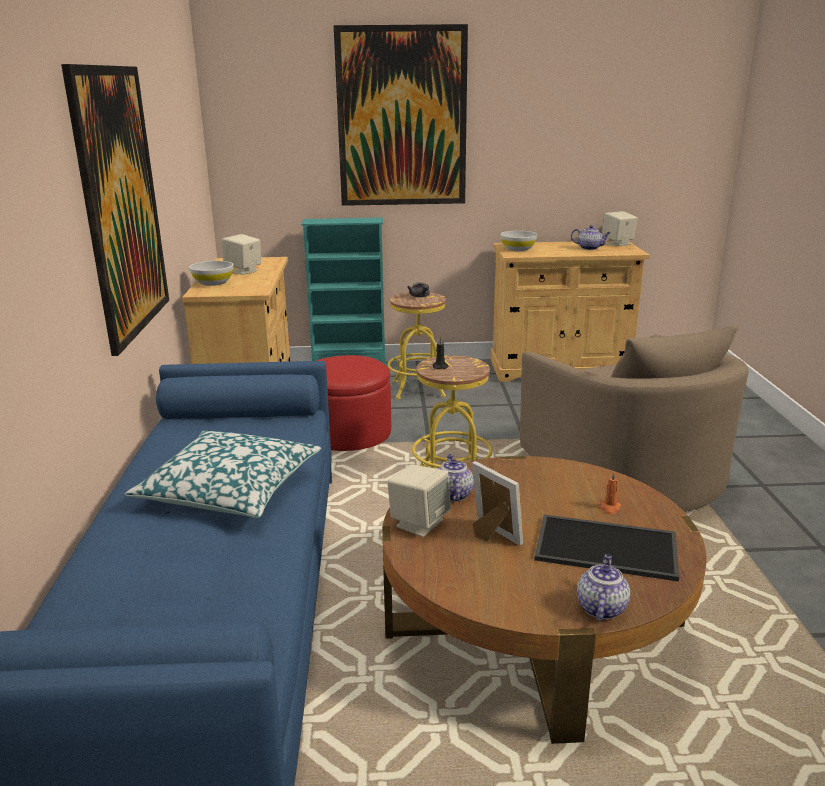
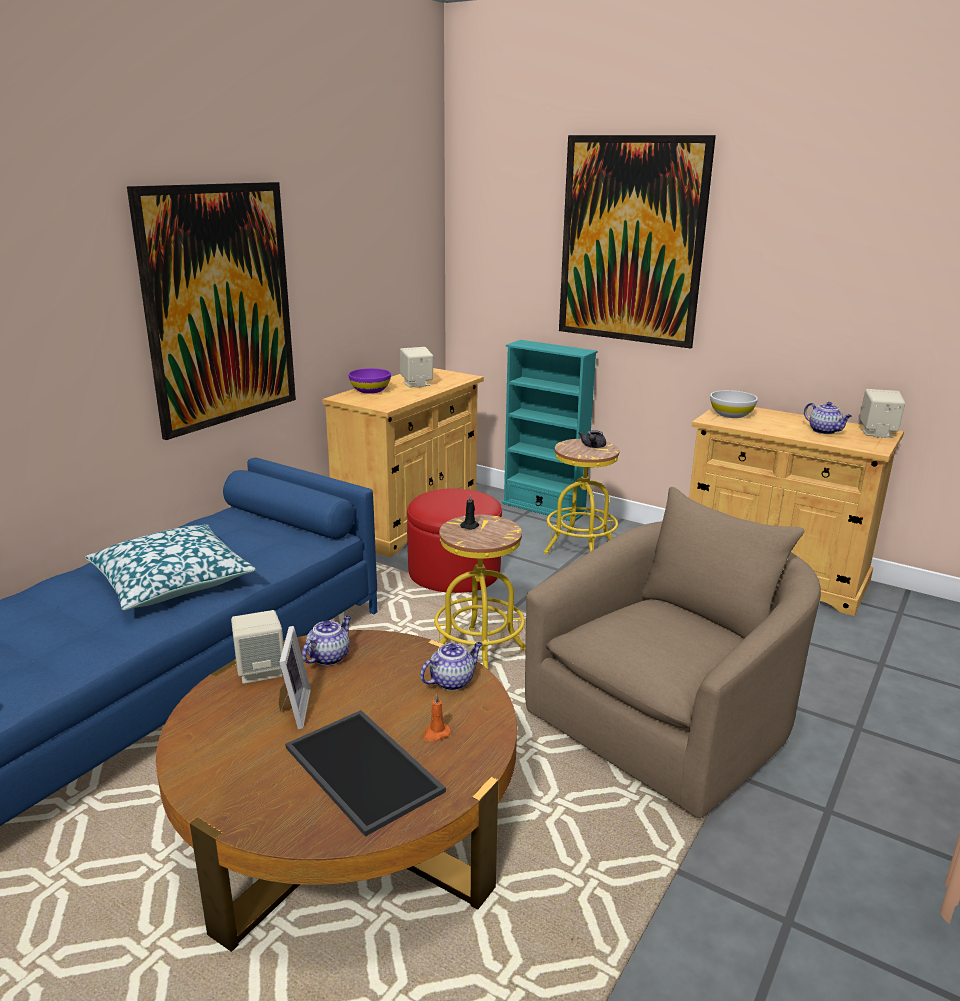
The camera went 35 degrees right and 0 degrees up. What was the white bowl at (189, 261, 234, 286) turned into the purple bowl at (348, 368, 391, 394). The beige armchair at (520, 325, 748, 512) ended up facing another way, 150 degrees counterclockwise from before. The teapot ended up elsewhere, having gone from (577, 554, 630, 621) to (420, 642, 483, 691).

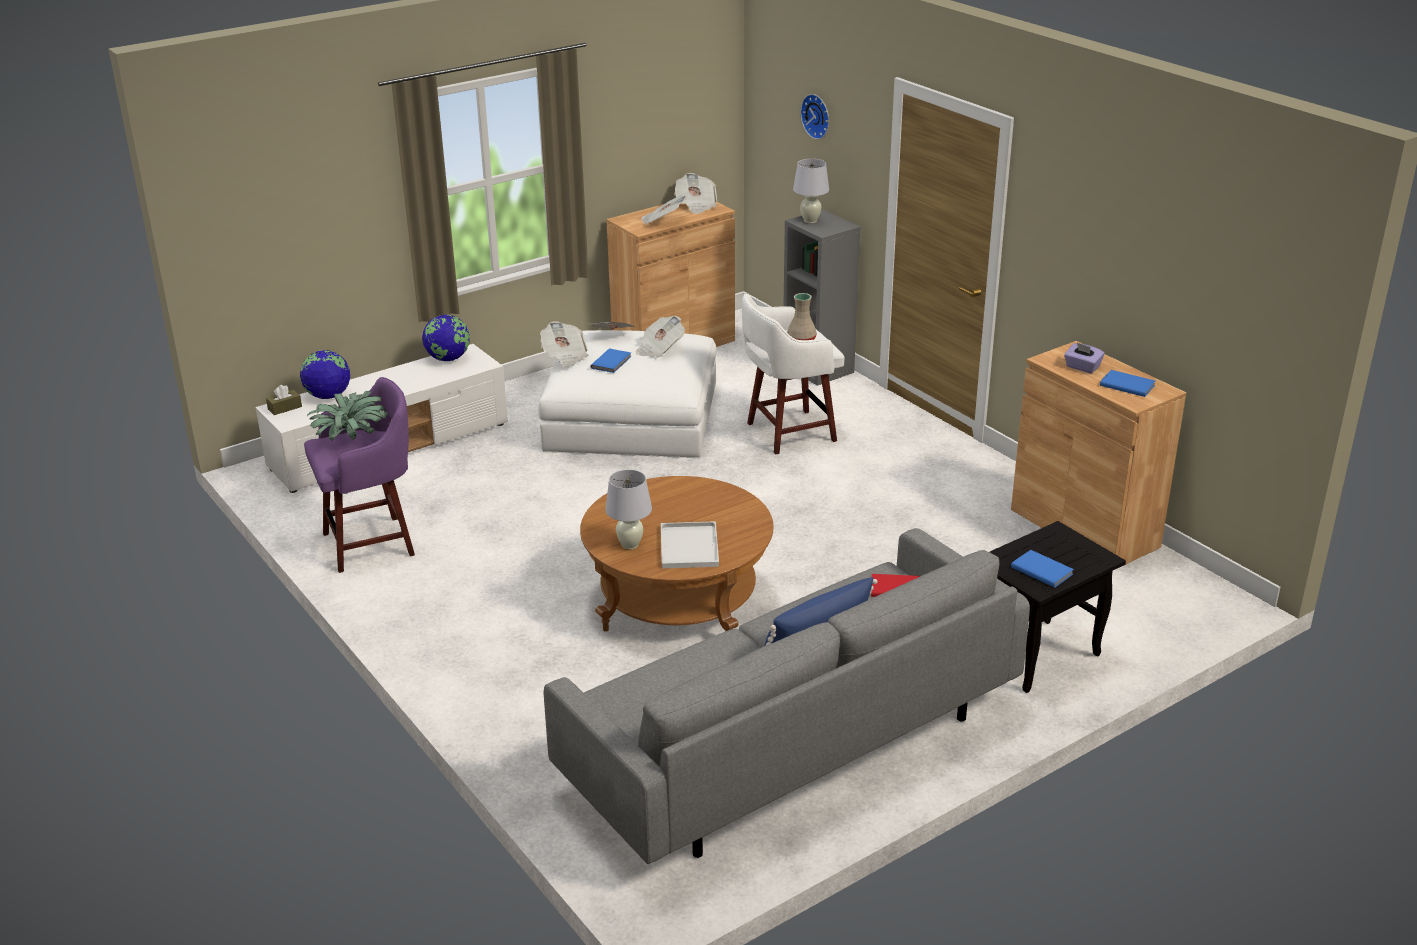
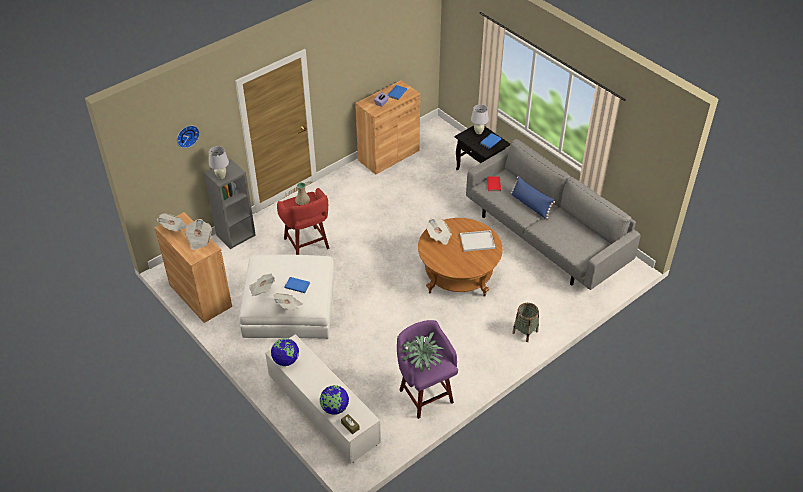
The camera went 95 degrees left and 15 degrees up. What was the white stool at (742, 294, 844, 454) turned into the red stool at (277, 188, 329, 255). The newspaper ended up elsewhere, having gone from (635, 316, 685, 358) to (427, 218, 452, 245). The white table lamp ended up elsewhere, having gone from (605, 470, 652, 549) to (471, 104, 489, 134). The second view gained the basket at (512, 303, 539, 342).

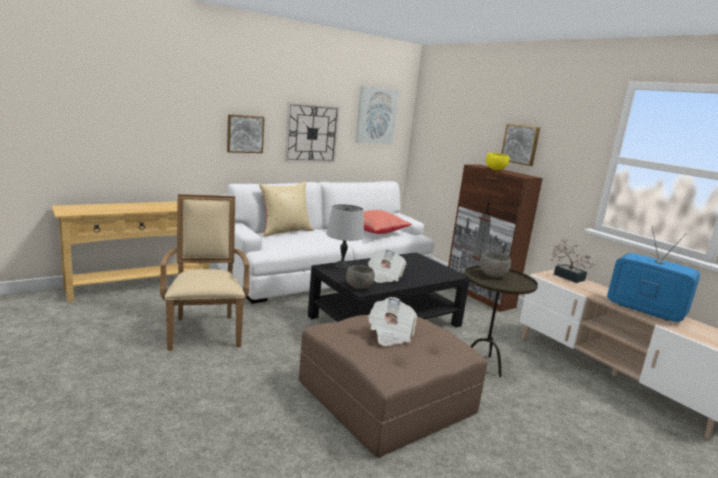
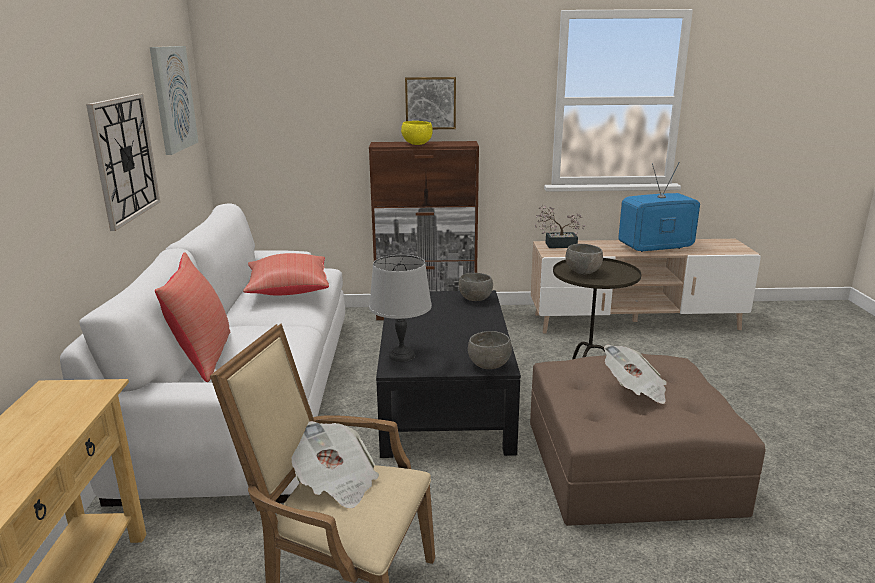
The camera went 55 degrees left and 5 degrees up. The second view lost the picture at (227, 114, 265, 153). What was the beige pillow at (259, 182, 314, 236) turned into the red pillow at (155, 252, 231, 382). The newspaper ended up elsewhere, having gone from (368, 249, 406, 283) to (291, 421, 379, 508). The second view gained the grey bowl at (459, 273, 493, 301).

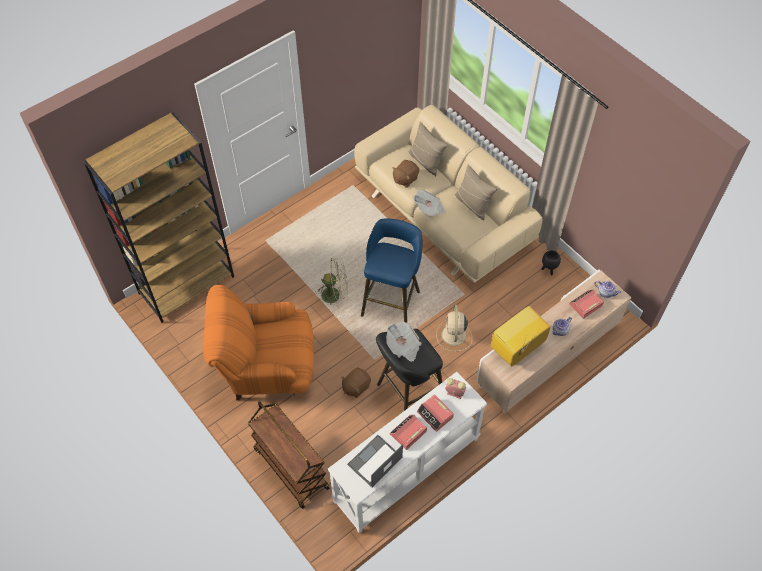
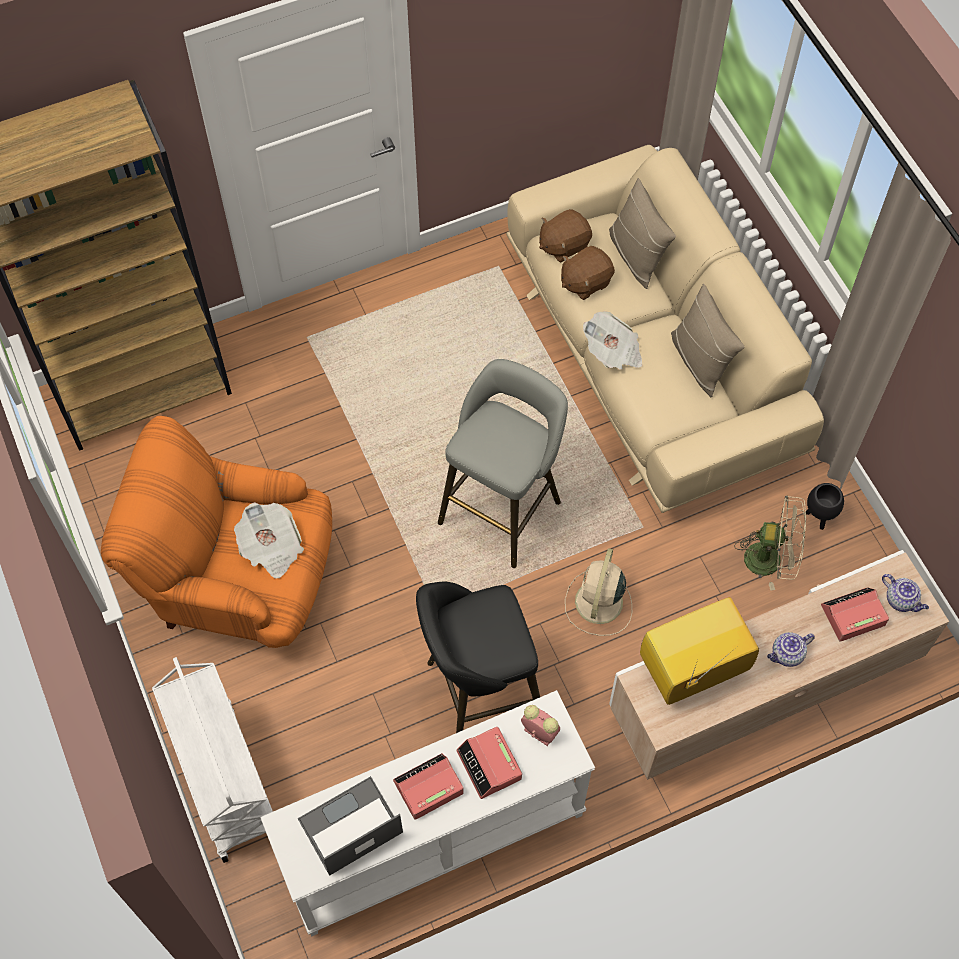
The camera went 15 degrees right and 5 degrees up. What was the blue stool at (361, 218, 422, 323) turned into the grey stool at (438, 359, 568, 568). The beige fan ended up elsewhere, having gone from (316, 258, 348, 309) to (734, 495, 806, 590). The newspaper ended up elsewhere, having gone from (386, 322, 422, 362) to (234, 502, 304, 579). The brown plush toy ended up elsewhere, having gone from (342, 368, 371, 398) to (539, 209, 592, 263). What was the brown cart at (248, 402, 330, 509) turned into the white cart at (152, 657, 273, 863).

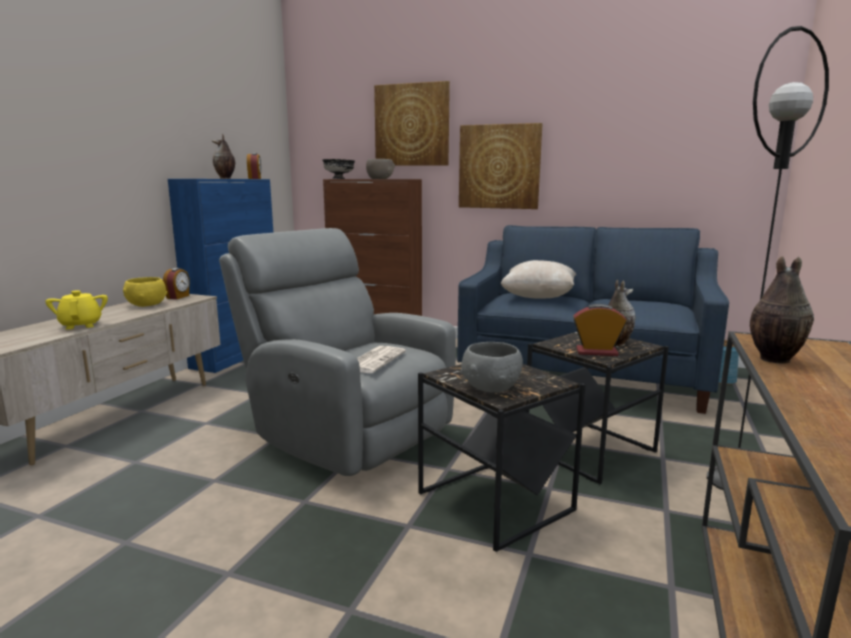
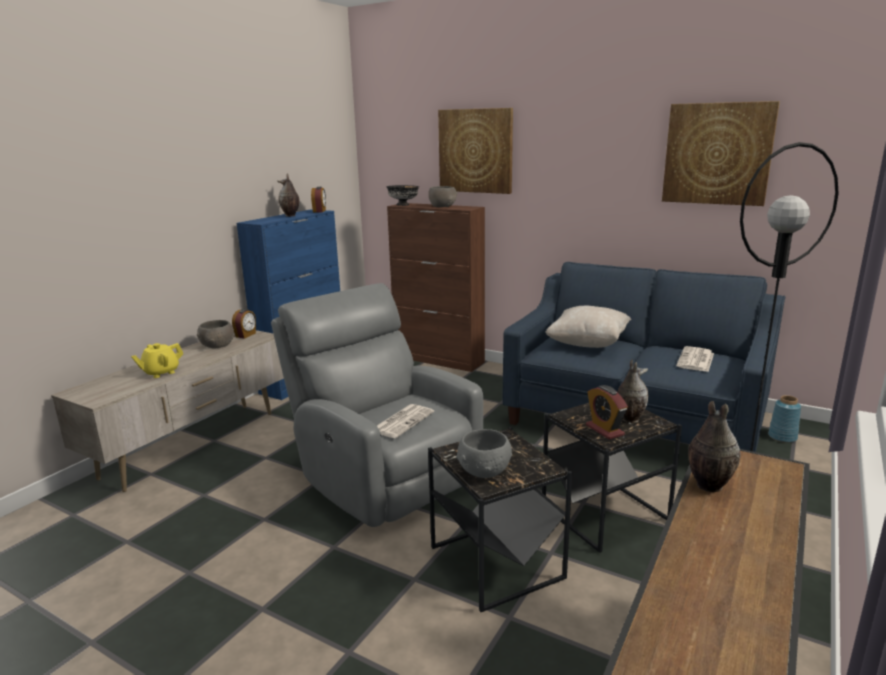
The camera went 10 degrees right and 5 degrees up. The picture ended up elsewhere, having gone from (459, 123, 543, 209) to (662, 101, 780, 206). What was the yellow bowl at (123, 277, 167, 307) turned into the grey bowl at (197, 320, 235, 348). The yellow teapot at (45, 290, 108, 330) ended up facing another way, 120 degrees counterclockwise from before. The alarm clock at (573, 304, 627, 356) ended up facing another way, 135 degrees counterclockwise from before. The second view gained the newspaper at (676, 346, 714, 372).

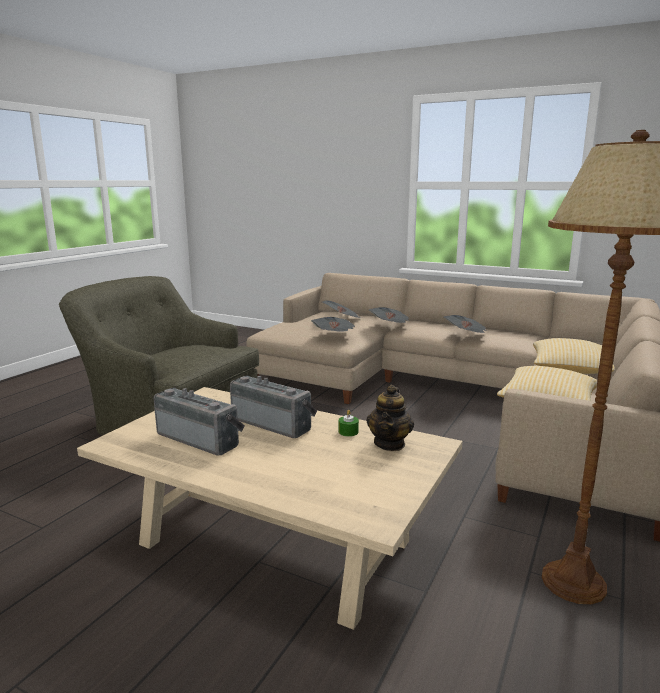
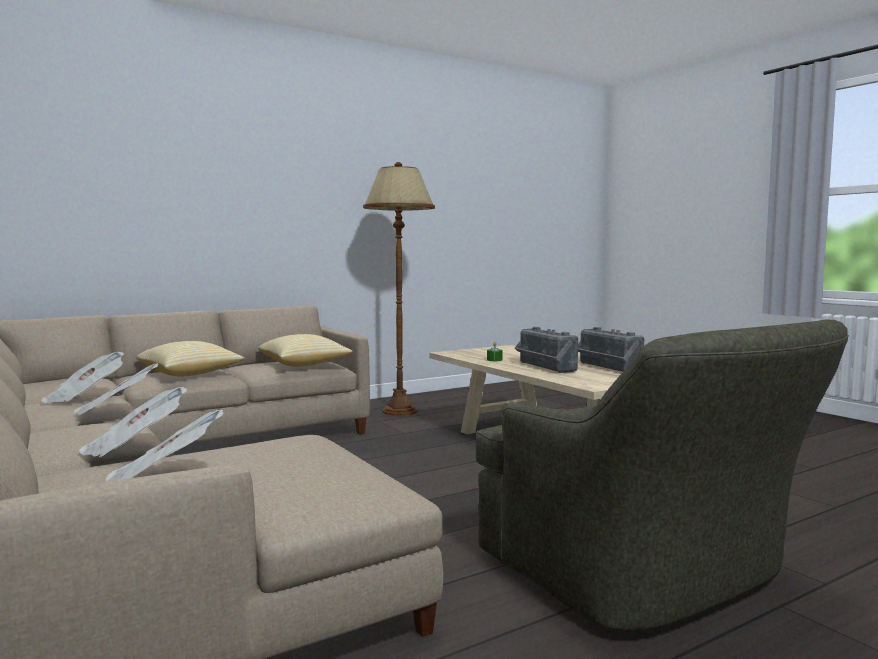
The camera went 150 degrees left and 10 degrees down. The newspaper ended up elsewhere, having gone from (311, 317, 355, 331) to (41, 352, 124, 403). The second view lost the teapot at (366, 385, 414, 451).

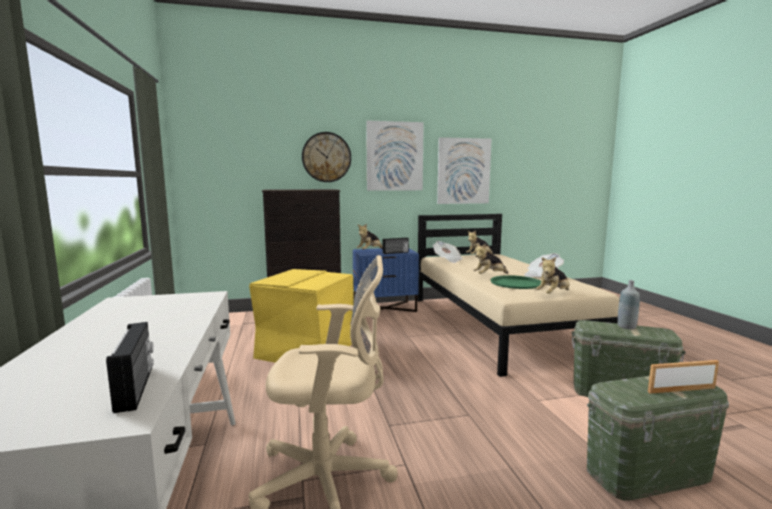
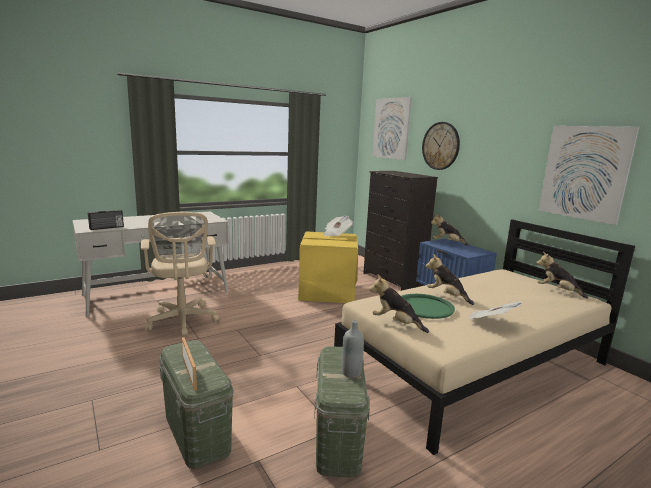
The camera went 70 degrees right and 5 degrees up. The picture ended up elsewhere, having gone from (366, 120, 424, 191) to (372, 97, 412, 160). The second view lost the radio at (383, 237, 409, 254). The newspaper ended up elsewhere, having gone from (432, 241, 463, 263) to (323, 216, 353, 236).

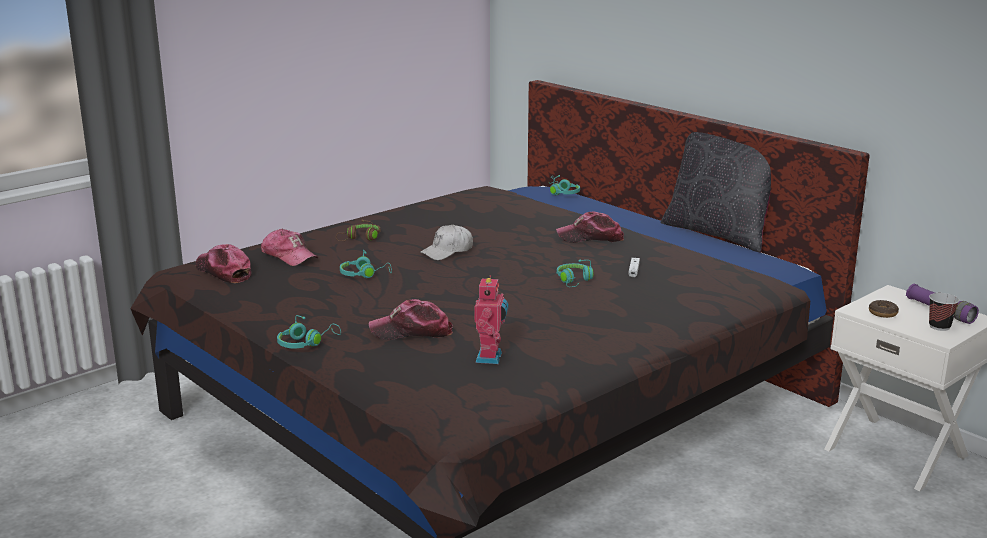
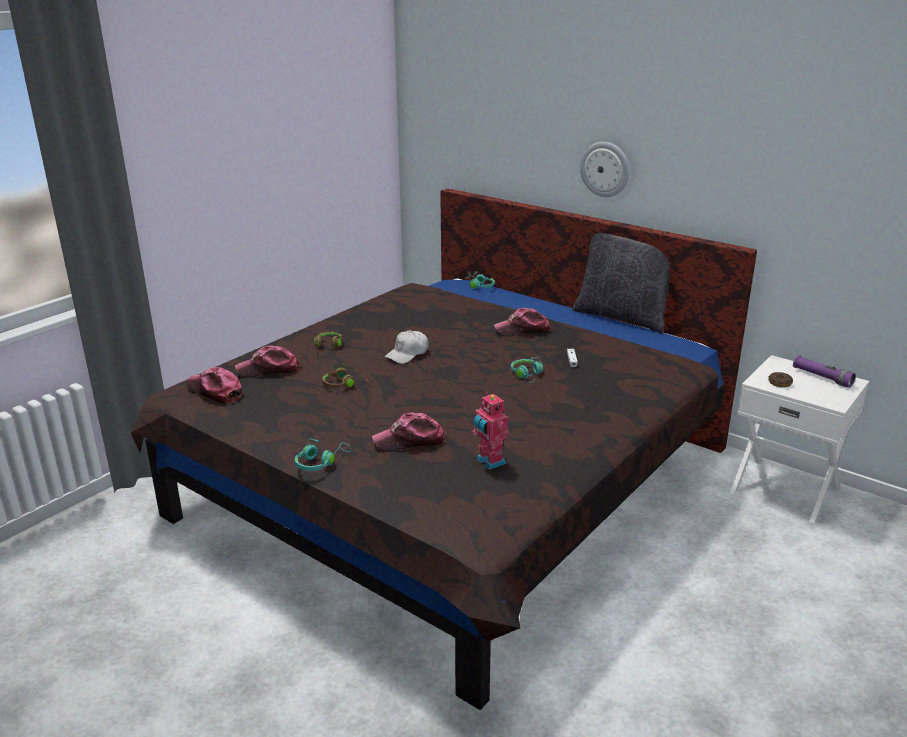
The camera went 10 degrees left and 5 degrees up. The cap at (261, 229, 318, 266) ended up facing another way, 135 degrees clockwise from before. What was the turquoise headphones at (340, 250, 392, 278) turned into the brown headphones at (322, 362, 370, 388). The toy robot at (475, 275, 509, 364) ended up facing another way, 150 degrees clockwise from before. The second view lost the cup at (929, 293, 959, 331). The second view gained the wall clock at (580, 142, 629, 197).

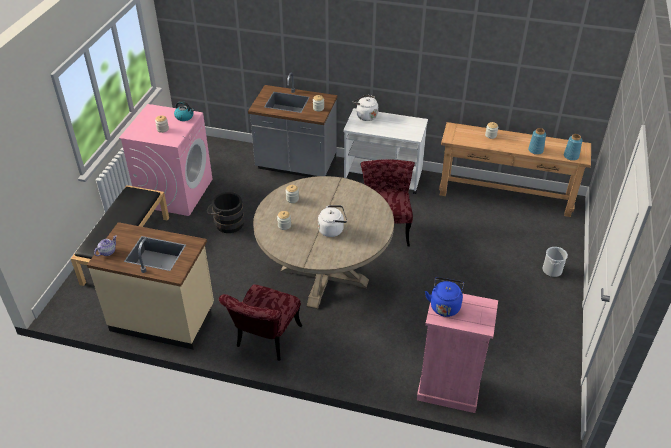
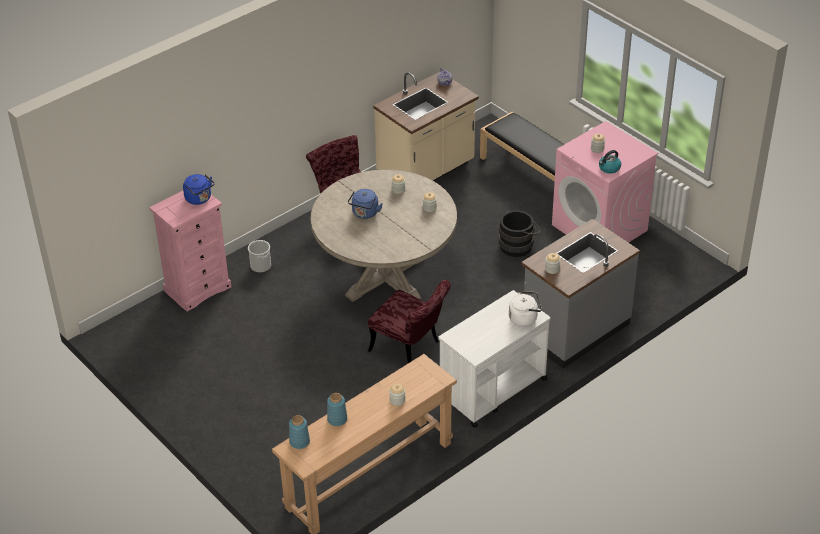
The camera went 125 degrees right and 0 degrees up. What was the white kettle at (318, 205, 347, 237) turned into the blue kettle at (348, 189, 383, 219). The bucket ended up elsewhere, having gone from (542, 247, 568, 277) to (248, 240, 271, 273).

